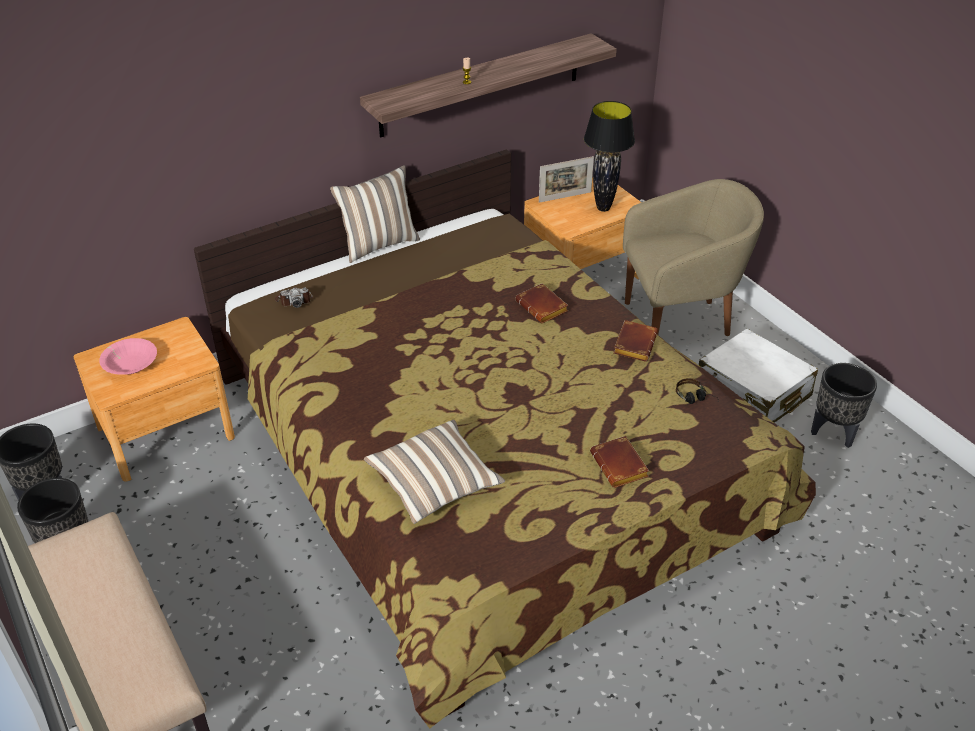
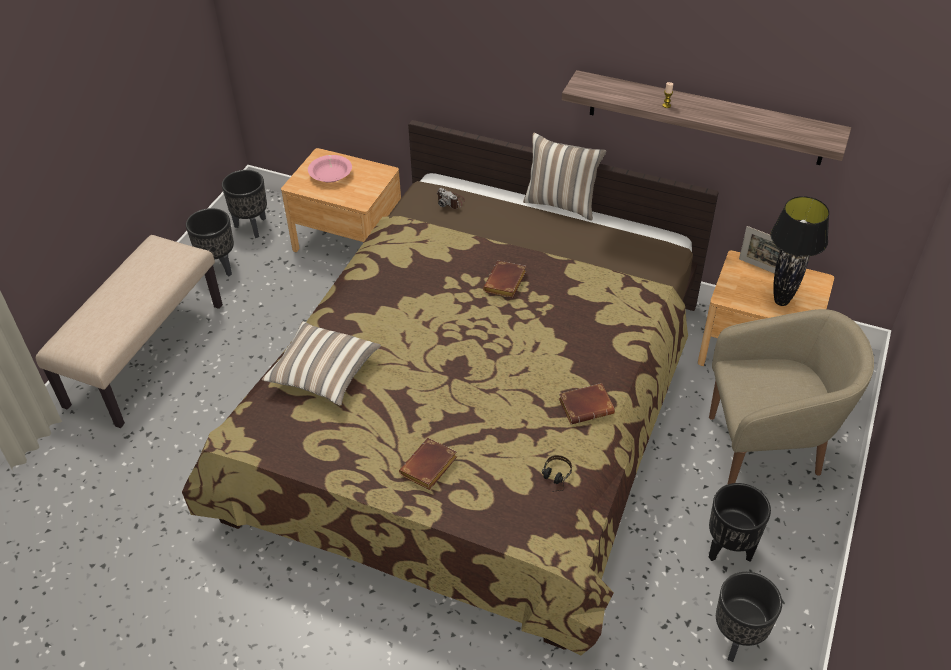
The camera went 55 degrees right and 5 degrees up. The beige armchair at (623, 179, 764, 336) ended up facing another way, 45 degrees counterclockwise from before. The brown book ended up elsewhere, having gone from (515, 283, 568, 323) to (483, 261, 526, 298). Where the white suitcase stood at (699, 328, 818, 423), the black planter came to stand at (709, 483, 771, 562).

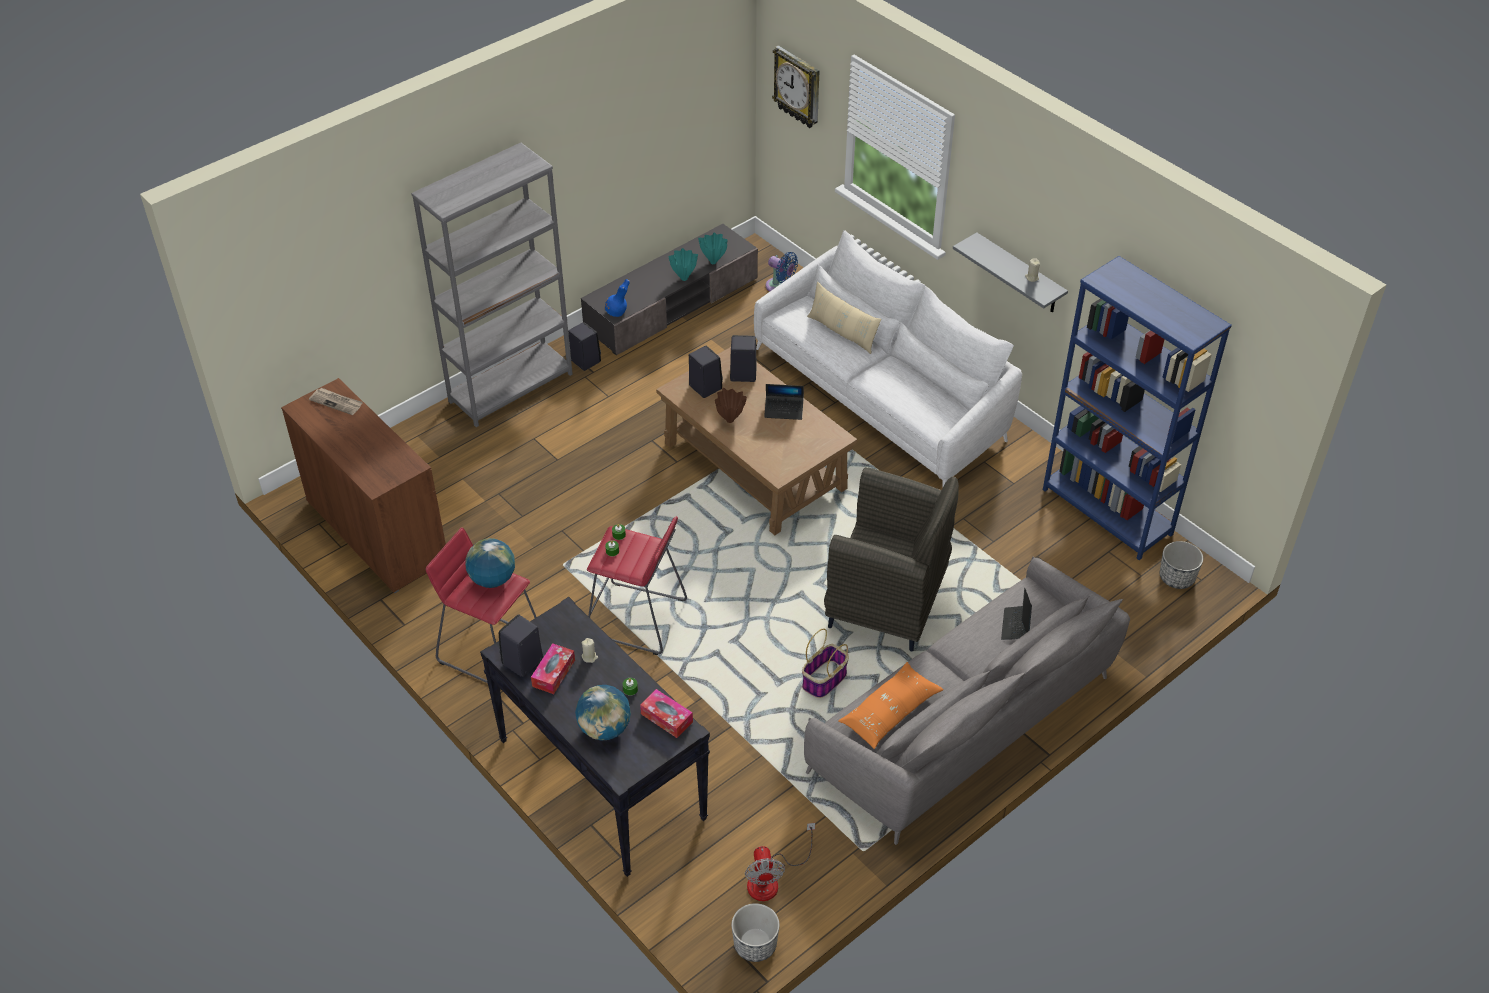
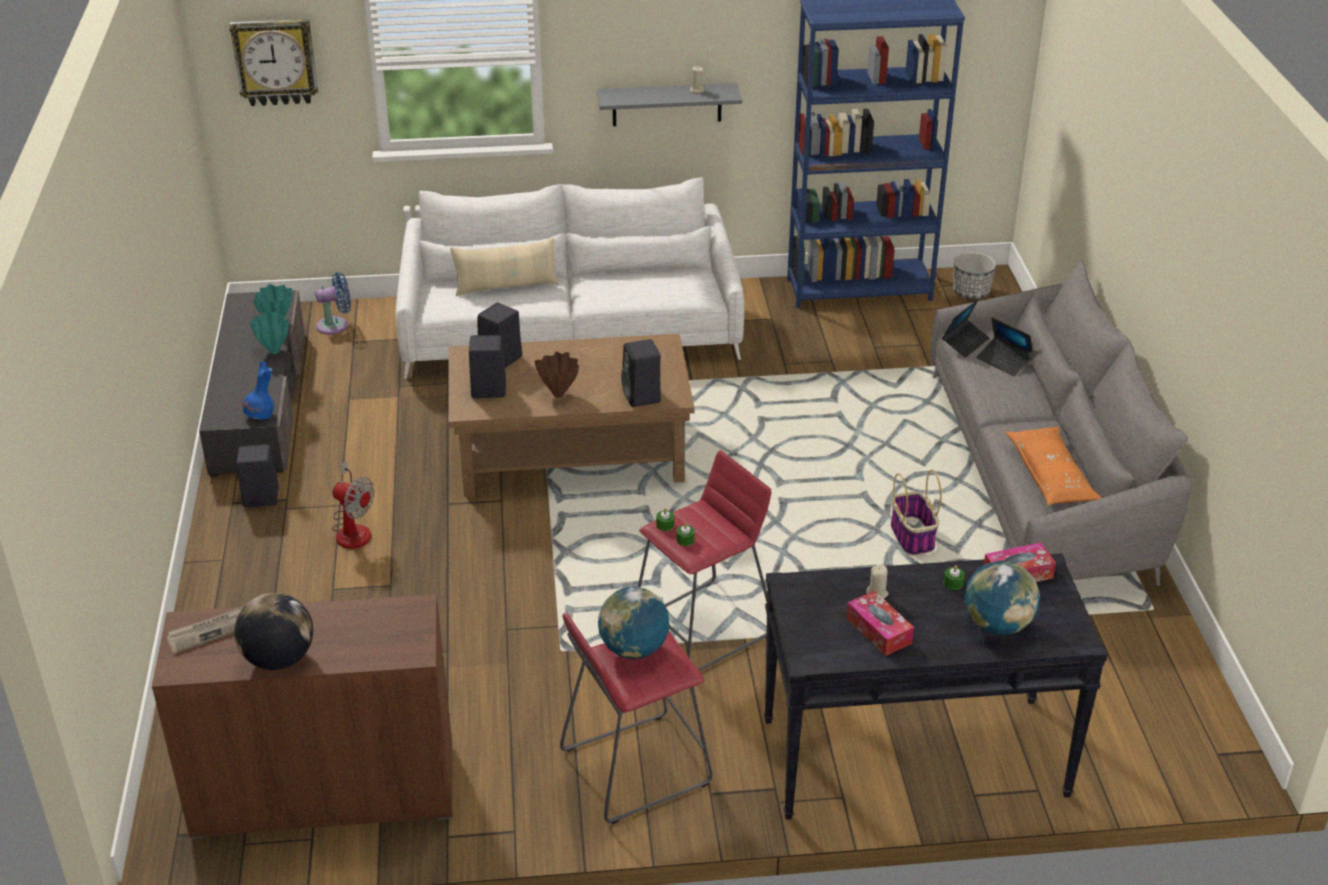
The camera went 55 degrees left and 10 degrees down. The second view lost the grey bookcase at (411, 143, 573, 427). The laptop ended up elsewhere, having gone from (764, 384, 804, 420) to (942, 299, 990, 357). The second view lost the grey armchair at (824, 467, 959, 651). The black speaker ended up elsewhere, having gone from (499, 614, 543, 677) to (621, 339, 661, 407). The fan ended up elsewhere, having gone from (745, 823, 815, 901) to (332, 460, 375, 549). The second view lost the planter at (731, 903, 780, 962). The second view gained the globe at (235, 593, 313, 670).

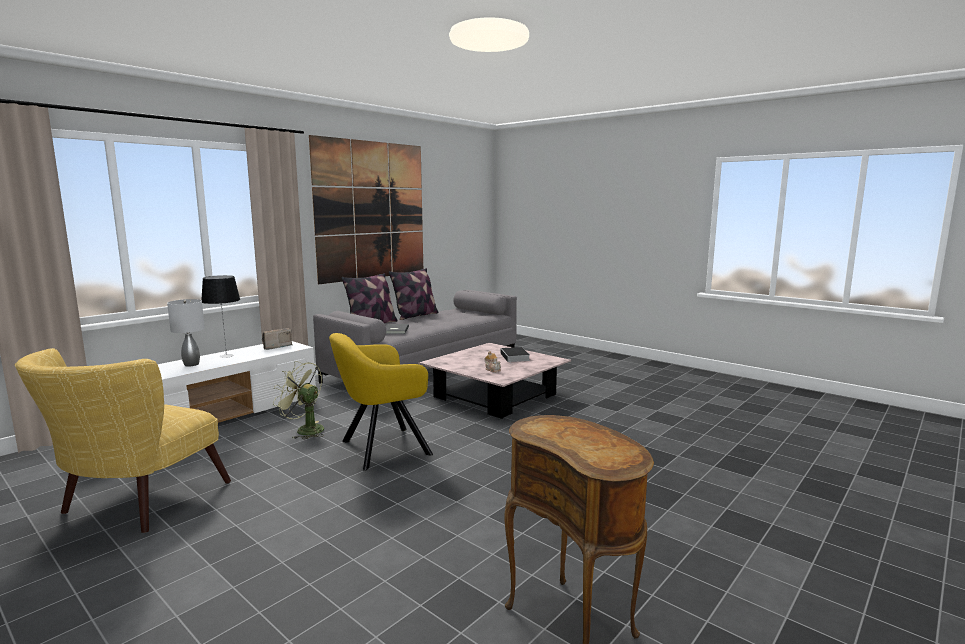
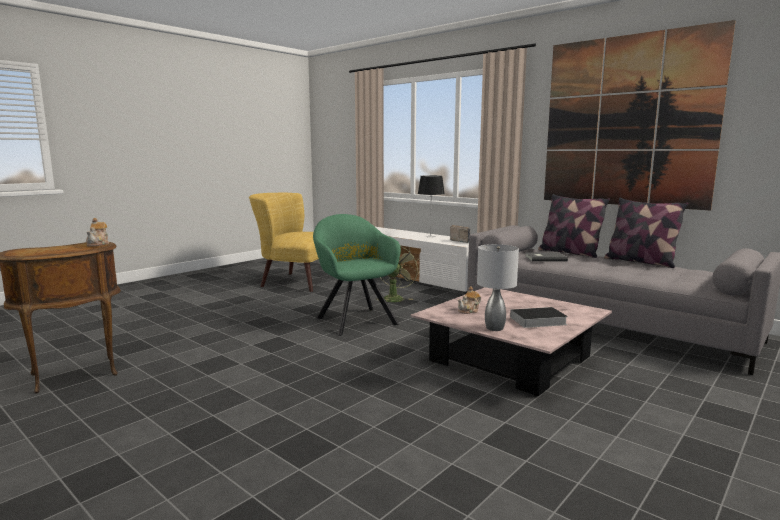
The camera went 90 degrees right and 0 degrees up. The grey table lamp ended up elsewhere, having gone from (167, 299, 205, 367) to (477, 244, 519, 331). What was the yellow armchair at (329, 333, 433, 471) turned into the green armchair at (313, 214, 401, 336). The second view gained the teapot at (86, 218, 109, 247).

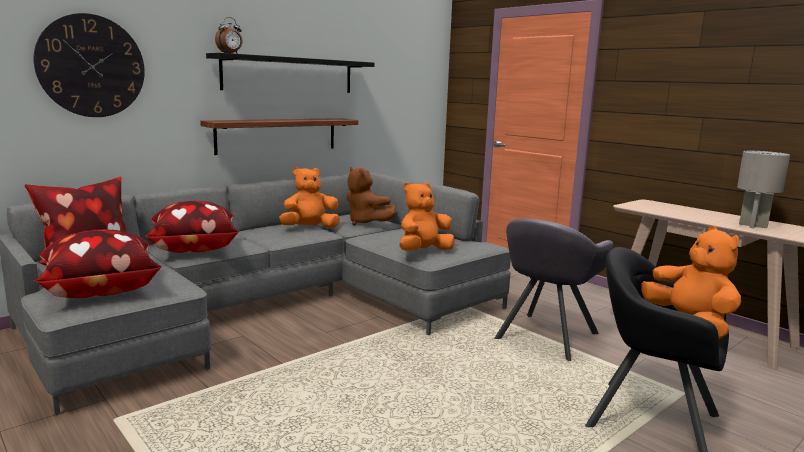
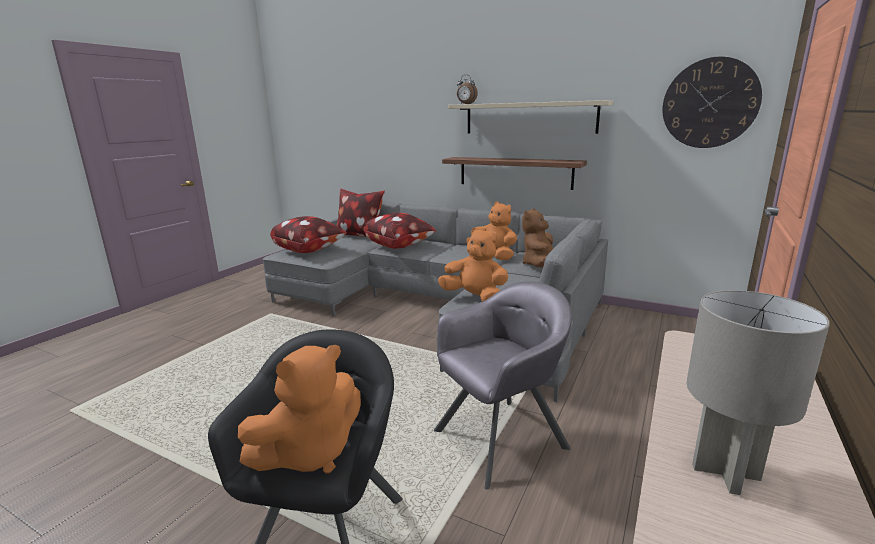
The camera went 70 degrees right and 5 degrees up. The wall clock ended up elsewhere, having gone from (34, 13, 145, 117) to (662, 57, 762, 148). What was the black shelf at (206, 53, 374, 93) turned into the beige shelf at (448, 100, 613, 134). The grey armchair at (494, 219, 613, 361) ended up facing another way, 135 degrees clockwise from before.

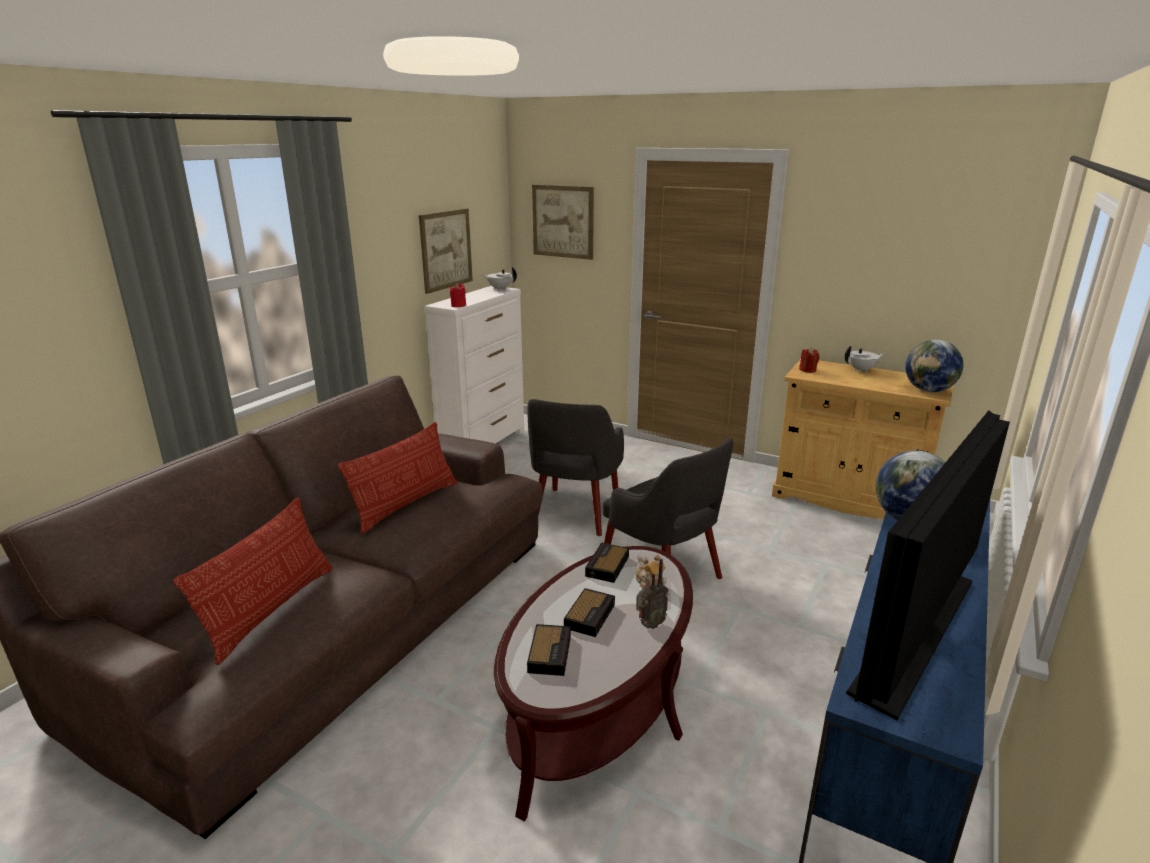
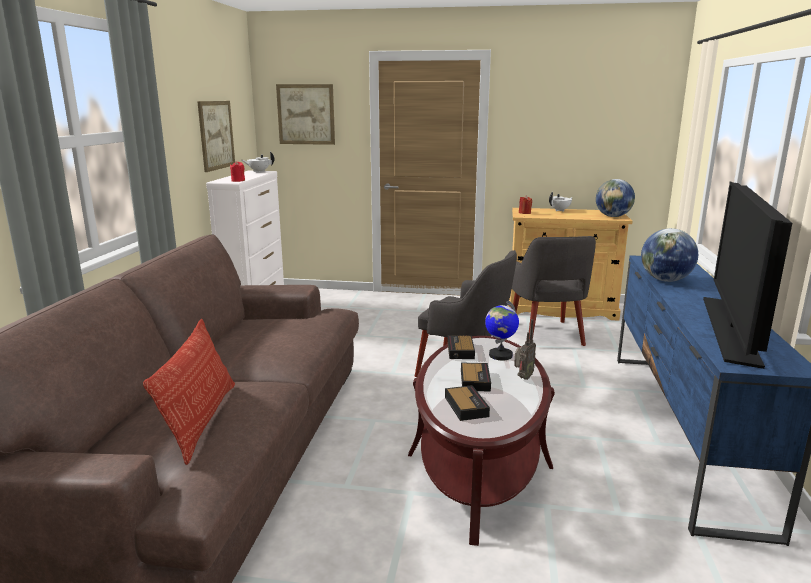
The camera went 20 degrees left and 5 degrees down. The grey armchair ended up elsewhere, having gone from (527, 399, 624, 536) to (512, 236, 596, 346). The second view lost the pillow at (338, 422, 457, 534). Where the teapot stood at (635, 554, 667, 589), the globe came to stand at (485, 300, 519, 360).

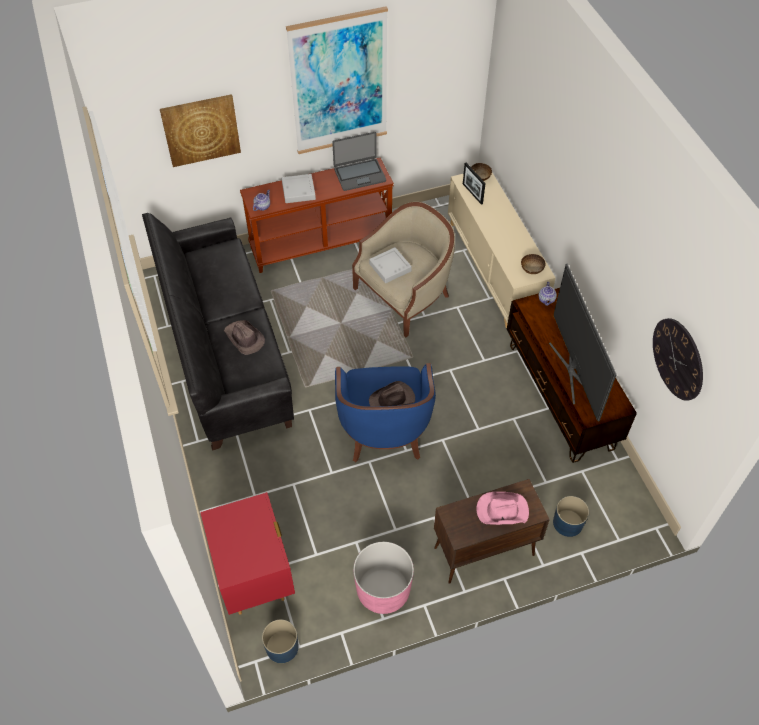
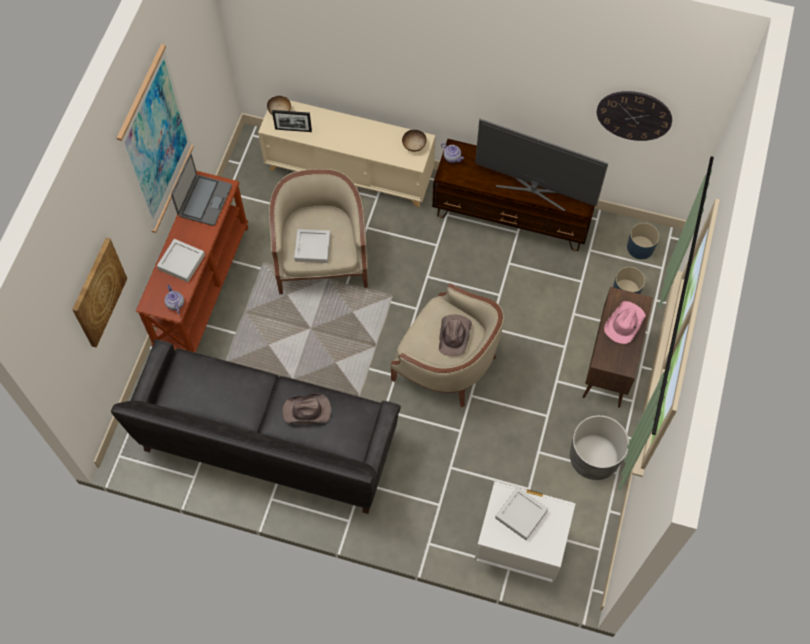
The camera went 55 degrees left and 10 degrees up. What was the blue armchair at (335, 363, 436, 462) turned into the beige armchair at (391, 283, 504, 407). What was the red nightstand at (200, 492, 295, 615) turned into the white nightstand at (474, 481, 576, 583). What was the pink planter at (353, 542, 414, 614) turned into the grey planter at (570, 415, 629, 480). The blue planter ended up elsewhere, having gone from (262, 619, 299, 663) to (627, 223, 659, 259). The second view gained the grey tray at (495, 487, 548, 540).

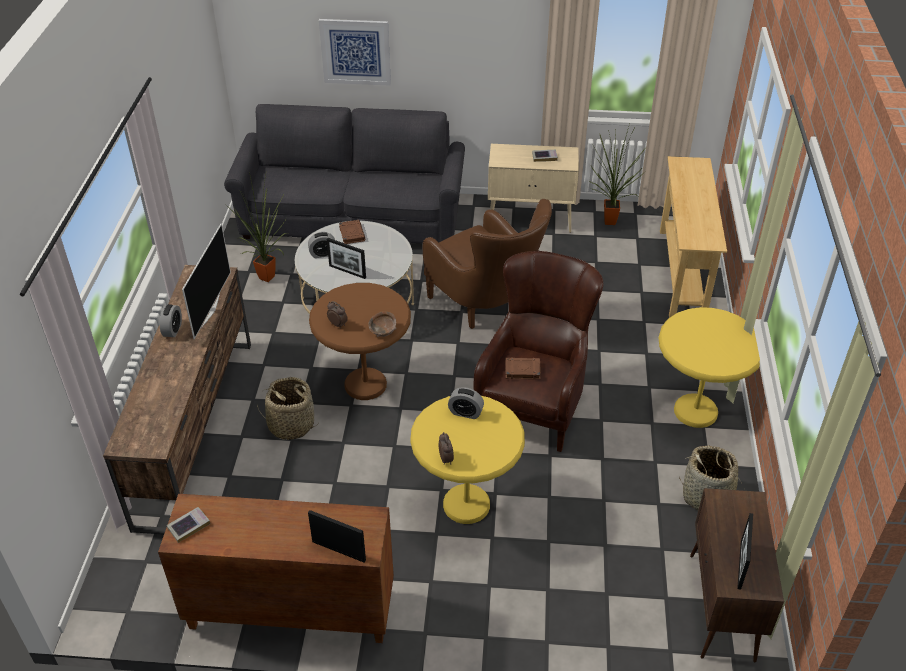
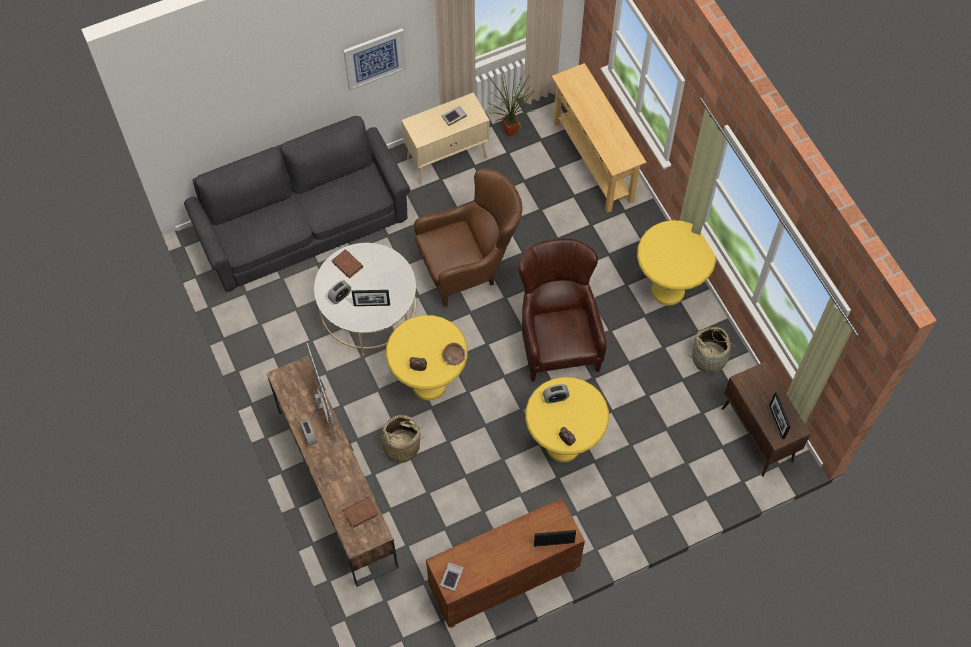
The camera went 30 degrees left and 20 degrees up. The picture ended up elsewhere, having gone from (319, 19, 391, 86) to (343, 28, 407, 91). The second view lost the potted plant at (226, 172, 287, 282). The brown armchair at (423, 199, 552, 329) ended up facing another way, 45 degrees counterclockwise from before. What was the brown side table at (309, 283, 411, 400) turned into the yellow side table at (386, 315, 468, 400). The brown book ended up elsewhere, having gone from (505, 357, 541, 380) to (343, 497, 378, 528).

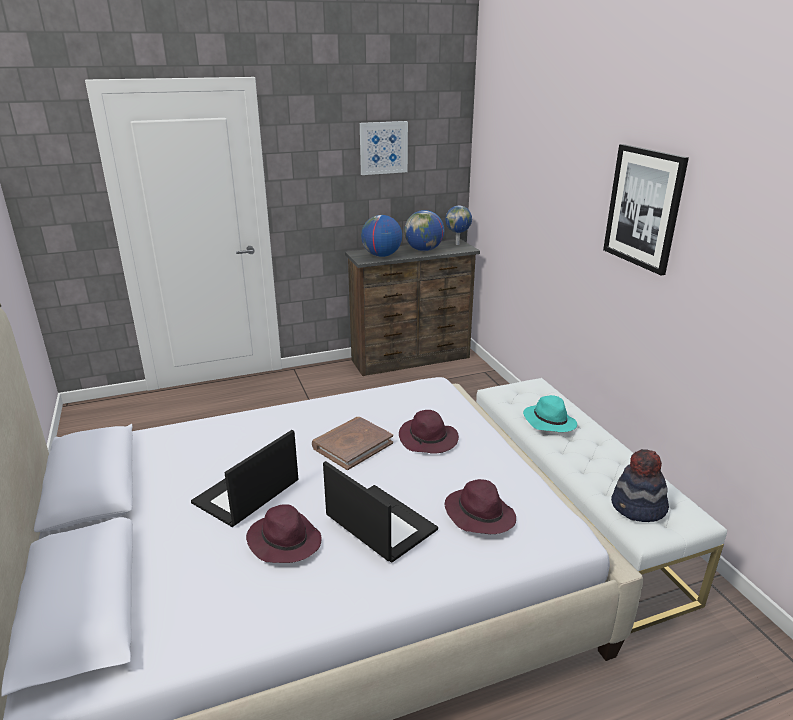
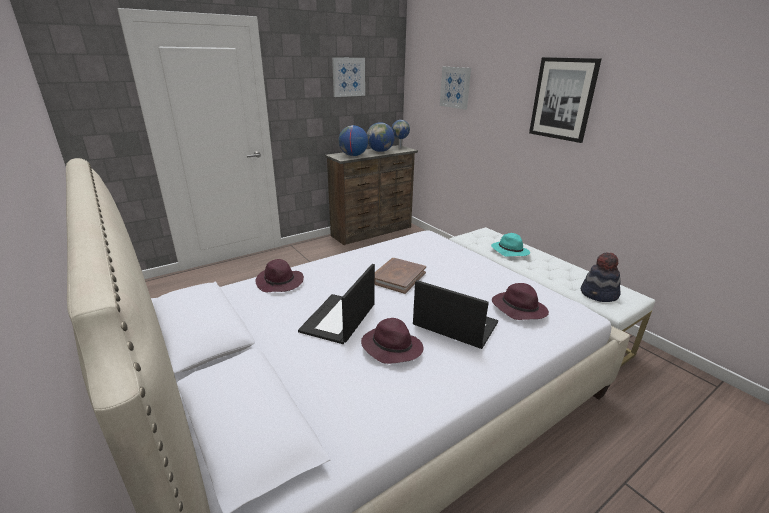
The camera went 15 degrees left and 0 degrees up. The purple hat ended up elsewhere, having gone from (399, 410, 459, 454) to (255, 259, 304, 292). The second view gained the picture at (440, 67, 471, 110).

